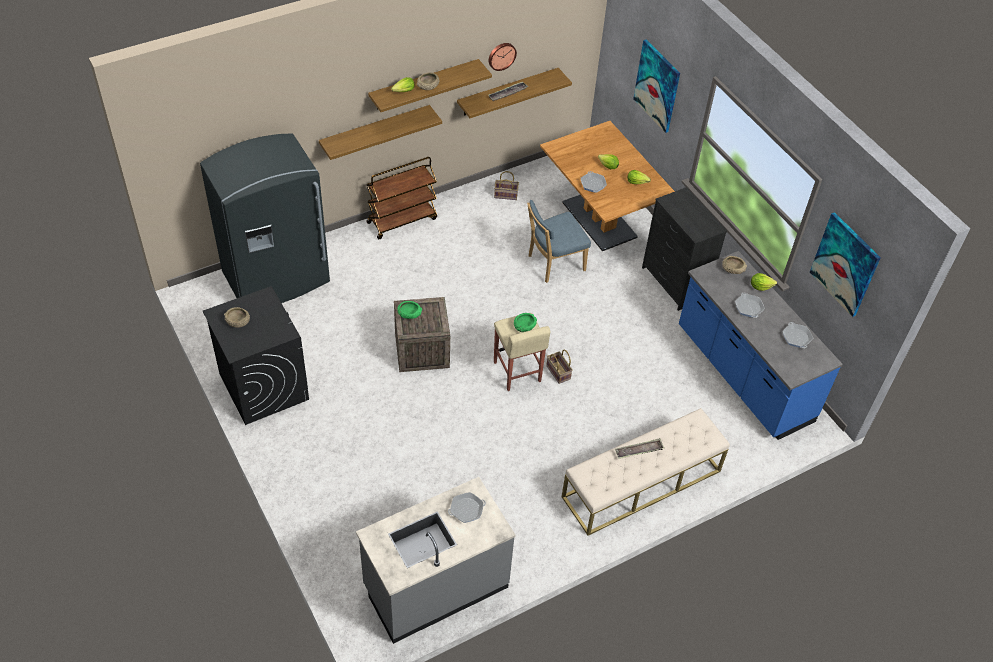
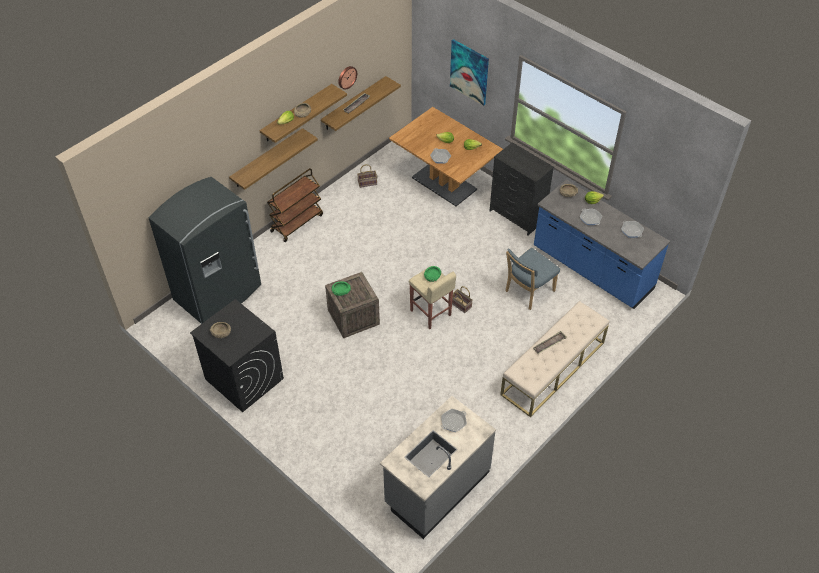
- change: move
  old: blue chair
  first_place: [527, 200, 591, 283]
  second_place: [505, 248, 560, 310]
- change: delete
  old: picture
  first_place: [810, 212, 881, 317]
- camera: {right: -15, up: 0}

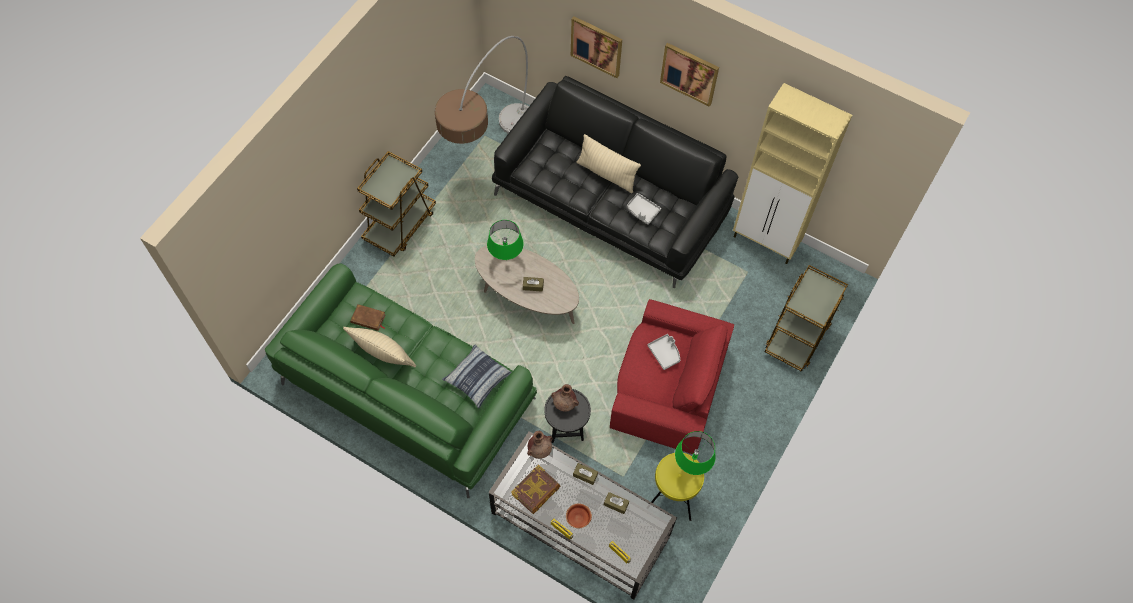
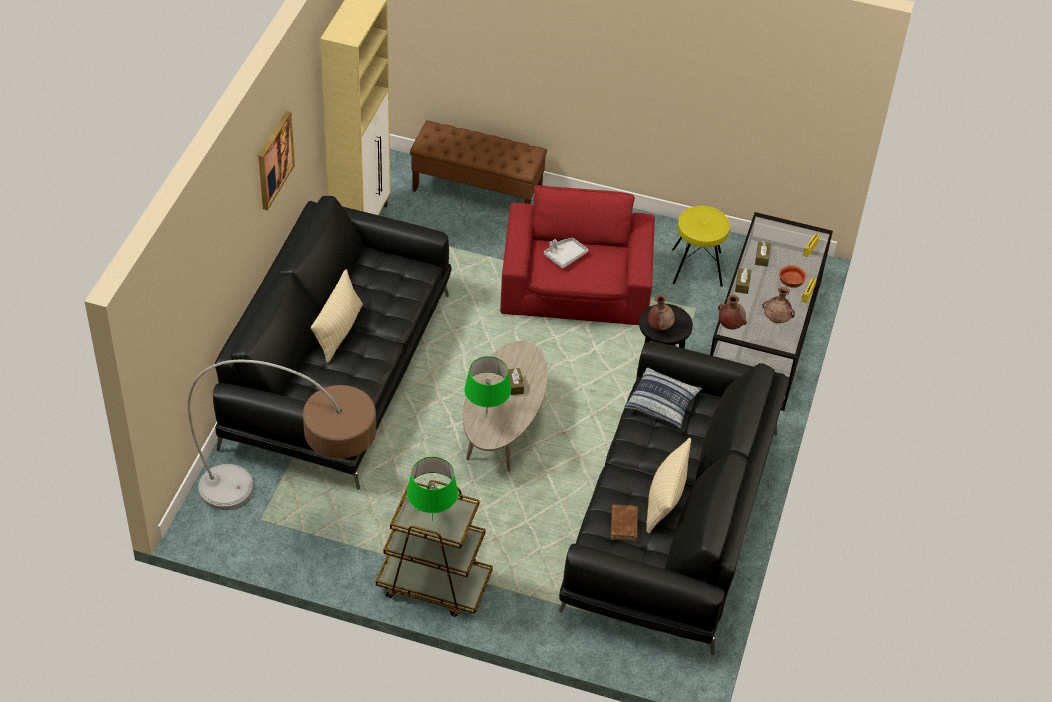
- change: delete
  old: picture
  first_place: [571, 16, 622, 78]
- change: delete
  old: grey tray
  first_place: [627, 193, 661, 225]
- change: recolor
  old: green sofa
  new: black sofa
  first_place: [265, 264, 537, 498]
  second_place: [559, 341, 790, 656]
- change: replace
  old: brown cart
  new: brown bench
  first_place: [765, 265, 848, 372]
  second_place: [410, 120, 547, 204]
- change: move
  old: green table lamp
  first_place: [675, 431, 716, 475]
  second_place: [407, 457, 458, 521]
- change: replace
  old: book
  new: brown vase
  first_place: [511, 465, 561, 514]
  second_place: [762, 287, 795, 323]
- camera: {right: -105, up: -15}

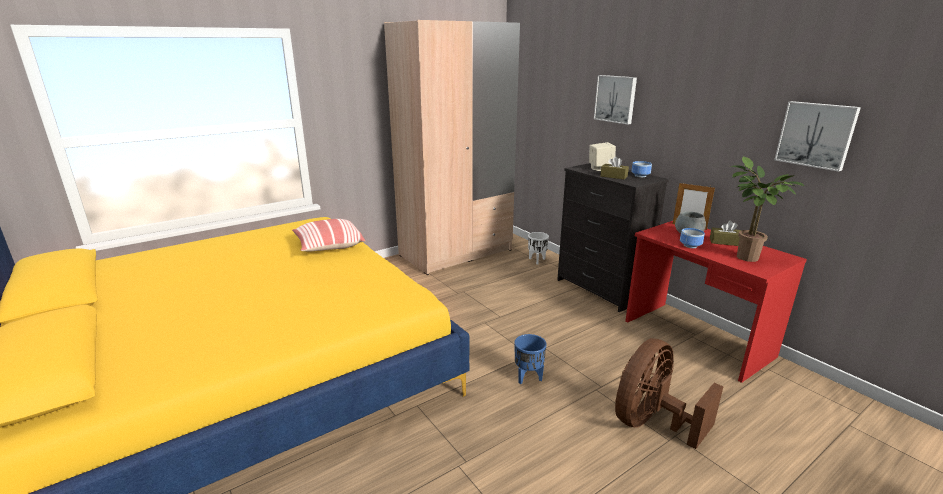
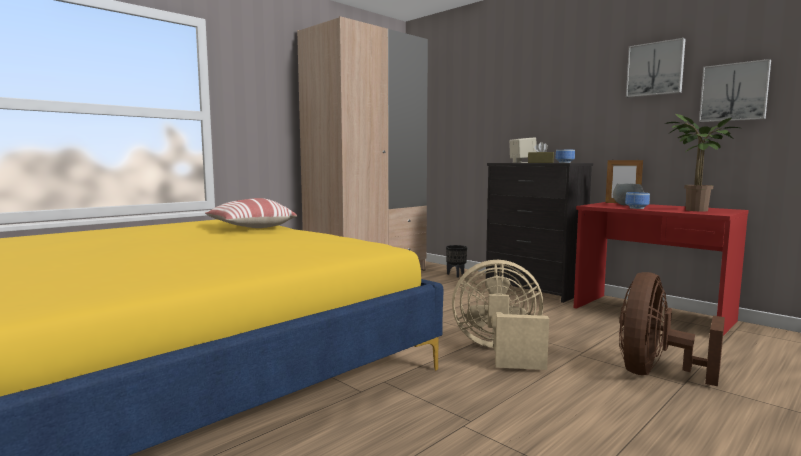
- change: move
  old: picture
  first_place: [594, 75, 637, 125]
  second_place: [626, 38, 686, 97]
- change: delete
  old: brown tissue box
  first_place: [710, 220, 741, 246]
- change: recolor
  old: white planter
  new: black planter
  first_place: [528, 232, 549, 264]
  second_place: [446, 245, 468, 277]
- change: replace
  old: blue planter
  new: beige fan
  first_place: [514, 334, 547, 384]
  second_place: [452, 260, 549, 370]
- camera: {right: -10, up: -15}

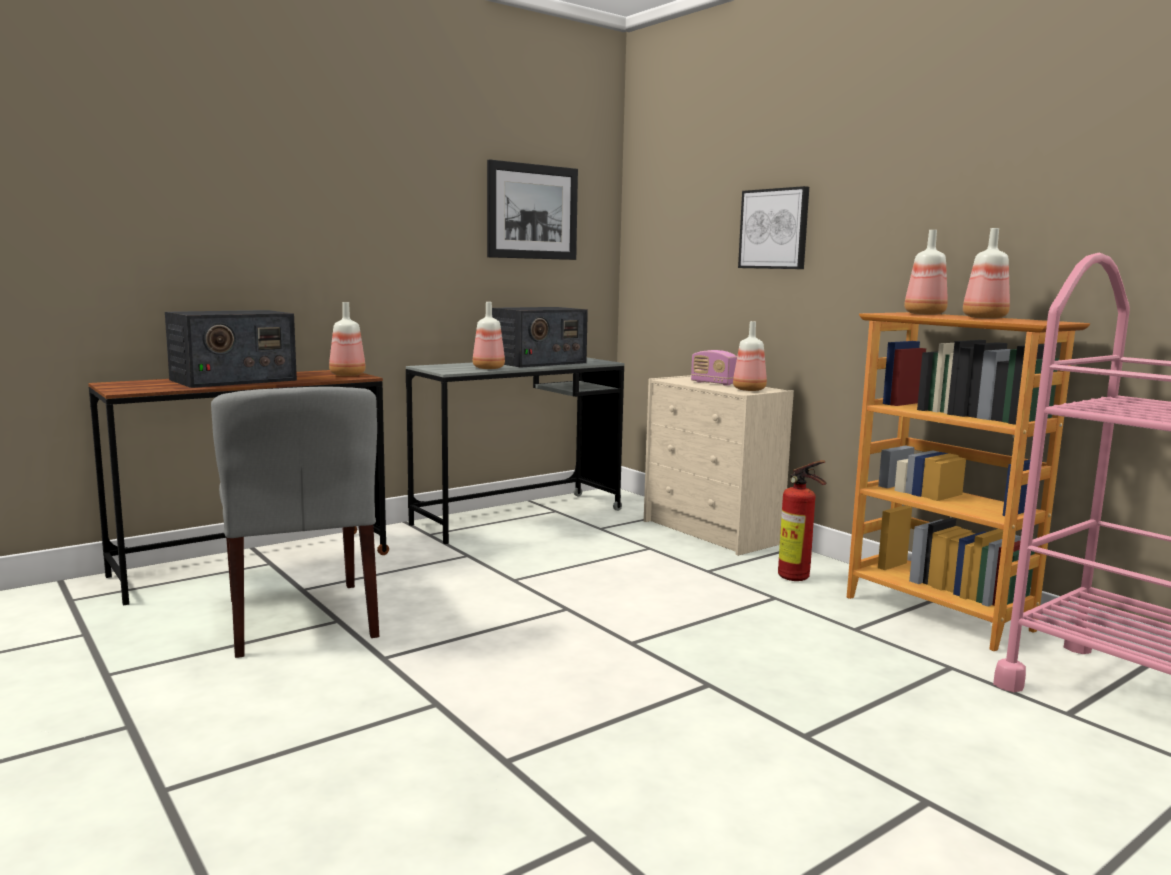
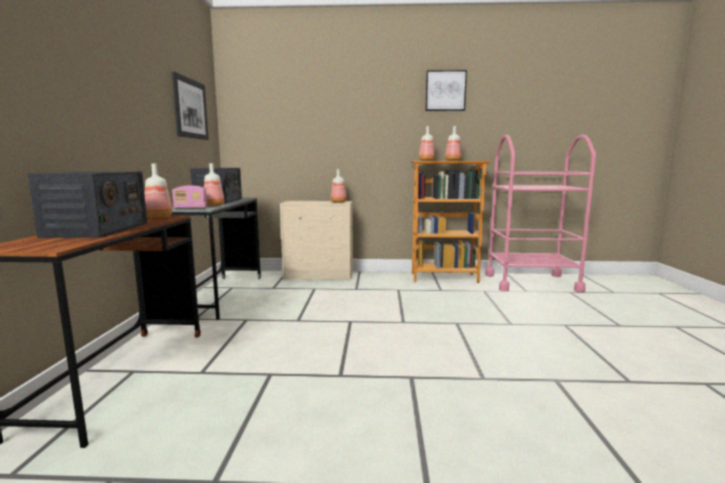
- change: move
  old: picture
  first_place: [738, 186, 809, 269]
  second_place: [425, 70, 467, 111]
- change: move
  old: radio
  first_place: [691, 350, 737, 386]
  second_place: [172, 185, 207, 209]
- change: delete
  old: grey chair
  first_place: [211, 387, 379, 658]
- change: delete
  old: fire extinguisher
  first_place: [778, 460, 826, 581]
- camera: {right: -50, up: 0}

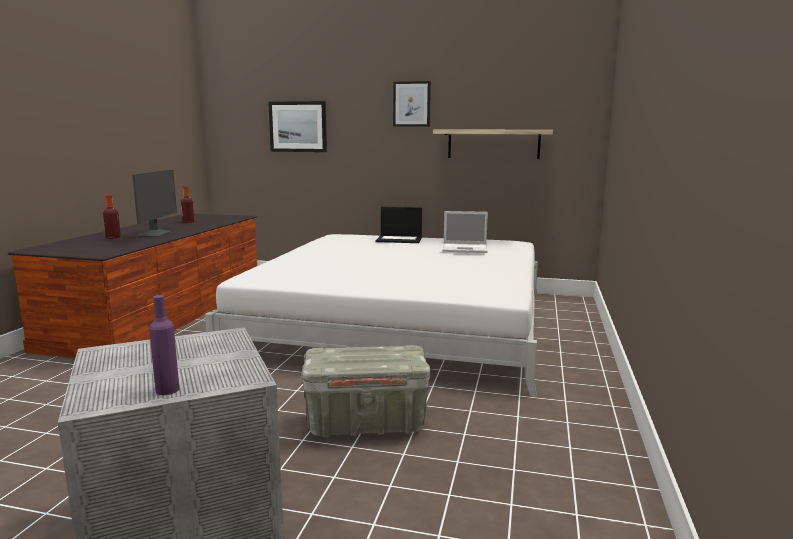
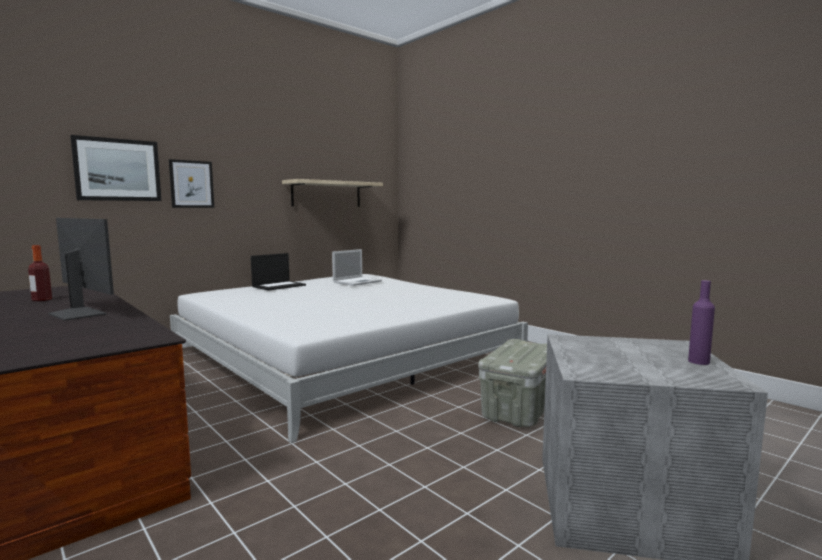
- change: move
  old: picture
  first_place: [393, 81, 431, 127]
  second_place: [169, 159, 214, 208]
- change: delete
  old: bottle
  first_place: [103, 195, 121, 238]
- camera: {right: -55, up: -5}

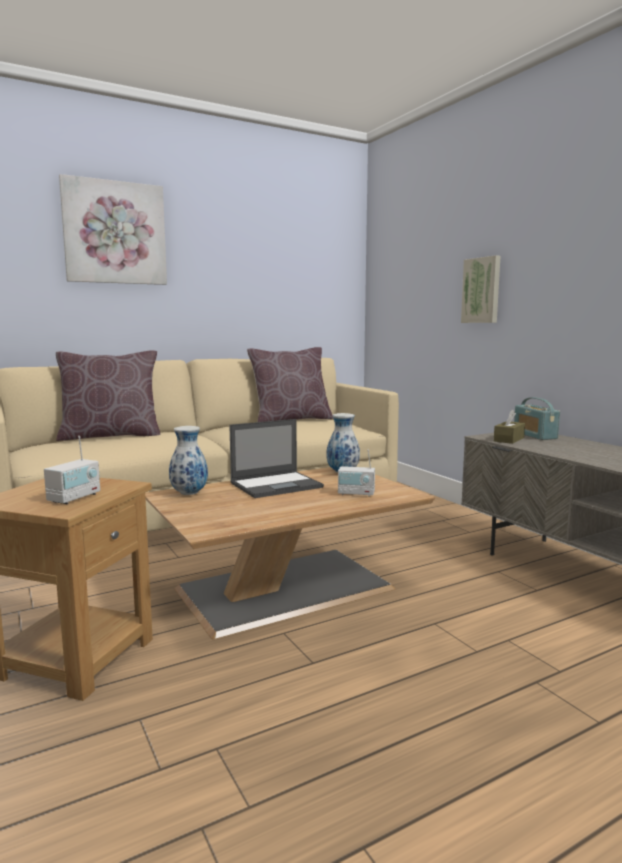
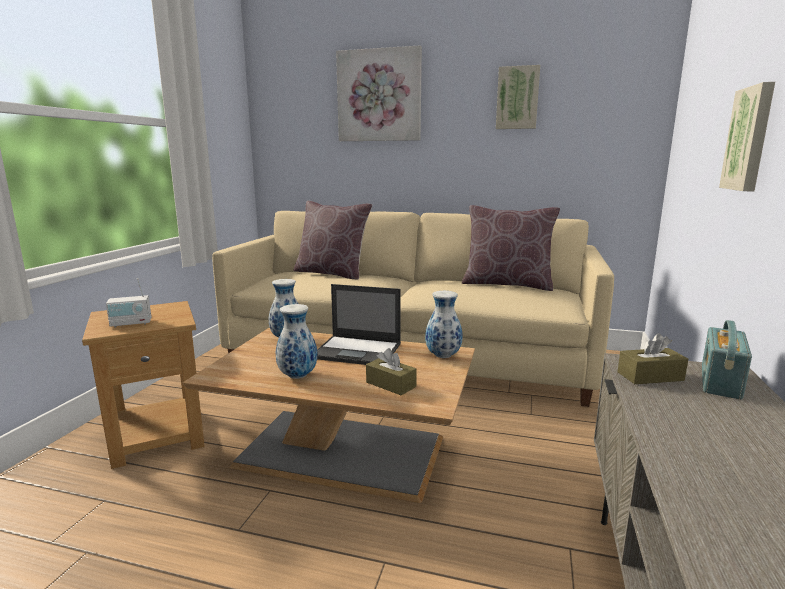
- change: replace
  old: radio
  new: brown tissue box
  first_place: [338, 450, 375, 497]
  second_place: [366, 348, 417, 395]
- change: insert
  new: picture
  second_place: [496, 65, 540, 129]
- change: insert
  new: vase
  second_place: [276, 304, 318, 379]
- camera: {right: 45, up: 5}

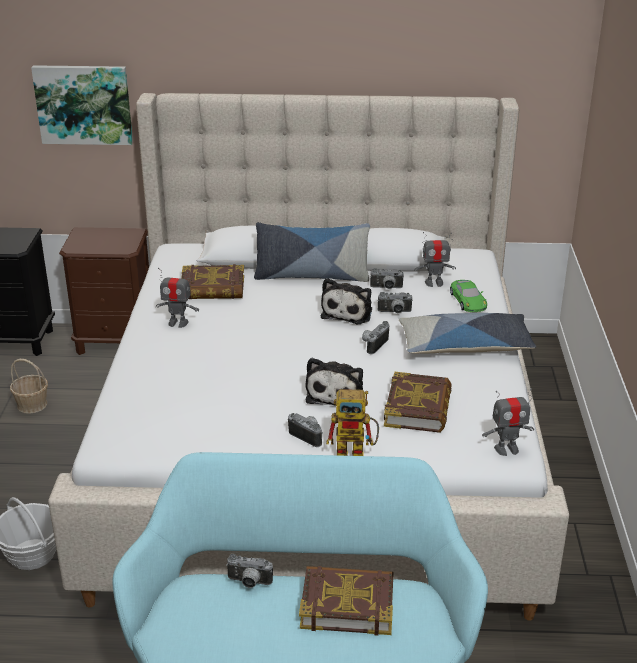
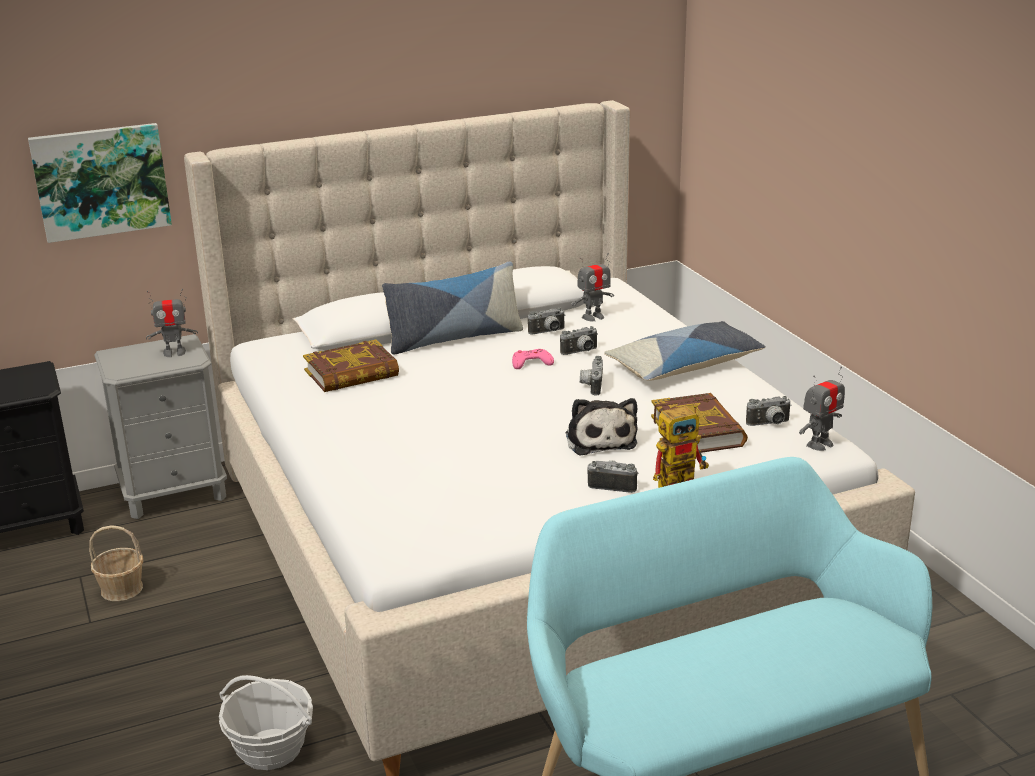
- change: recolor
  old: brown nightstand
  new: grey nightstand
  first_place: [59, 227, 149, 355]
  second_place: [94, 334, 227, 519]
- change: move
  old: toy robot
  first_place: [156, 268, 199, 328]
  second_place: [146, 289, 198, 357]
- change: replace
  old: plush toy
  new: pink game controller
  first_place: [321, 278, 372, 324]
  second_place: [512, 349, 554, 369]
- change: delete
  old: green toy car
  first_place: [450, 280, 487, 312]
- change: move
  old: photo camera
  first_place: [226, 554, 273, 588]
  second_place: [746, 396, 792, 426]
- change: delete
  old: book
  first_place: [299, 566, 394, 636]
- camera: {right: -25, up: -5}

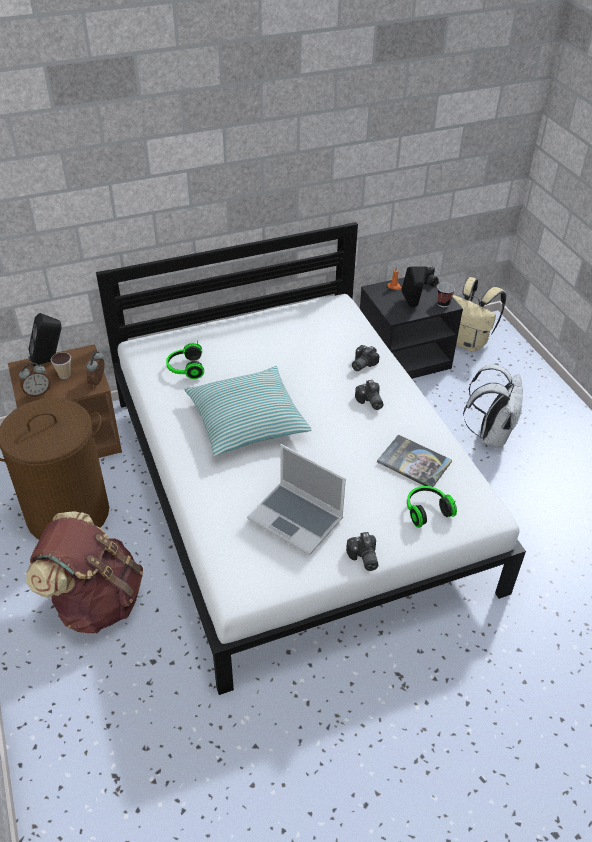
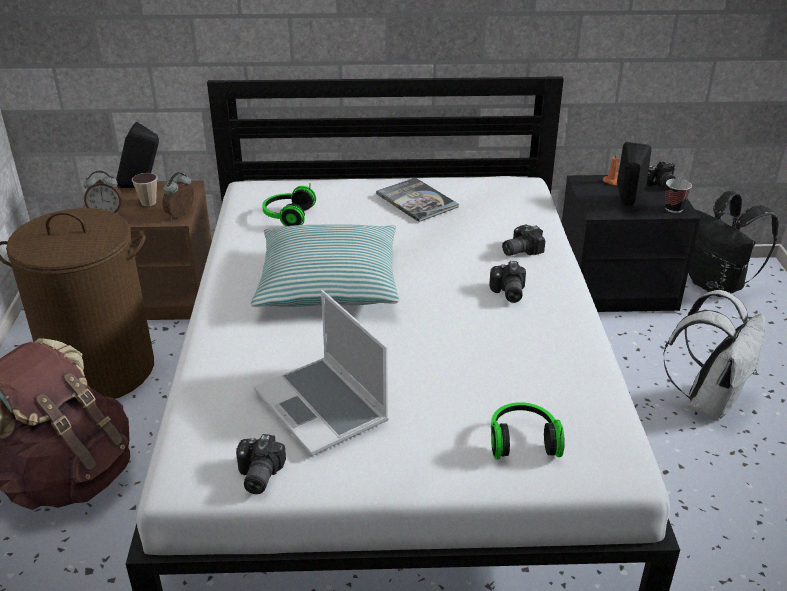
- change: recolor
  old: beige backpack
  new: black backpack
  first_place: [452, 277, 506, 352]
  second_place: [688, 191, 779, 297]
- change: move
  old: book
  first_place: [377, 434, 452, 487]
  second_place: [376, 177, 459, 222]
- change: move
  old: photo camera
  first_place: [346, 532, 378, 571]
  second_place: [236, 434, 286, 494]
- camera: {right: 20, up: -10}

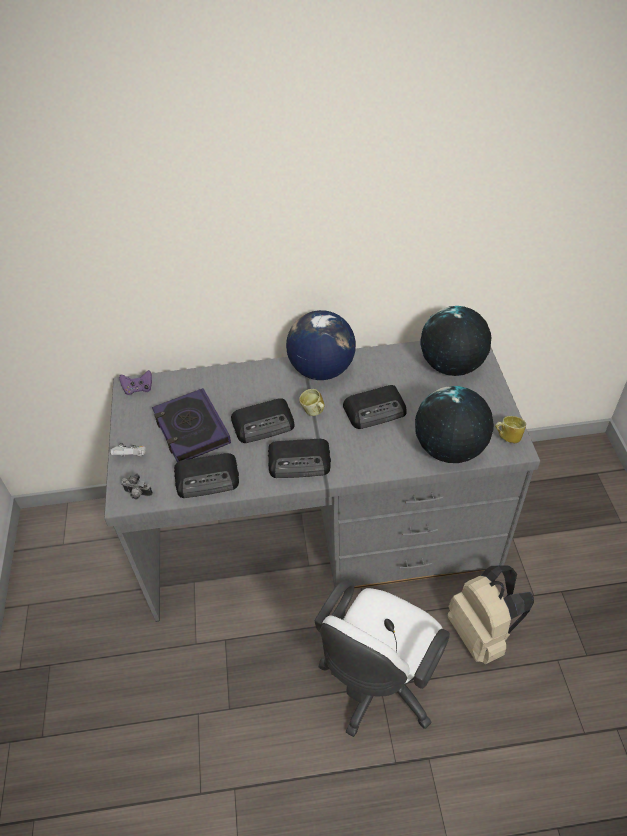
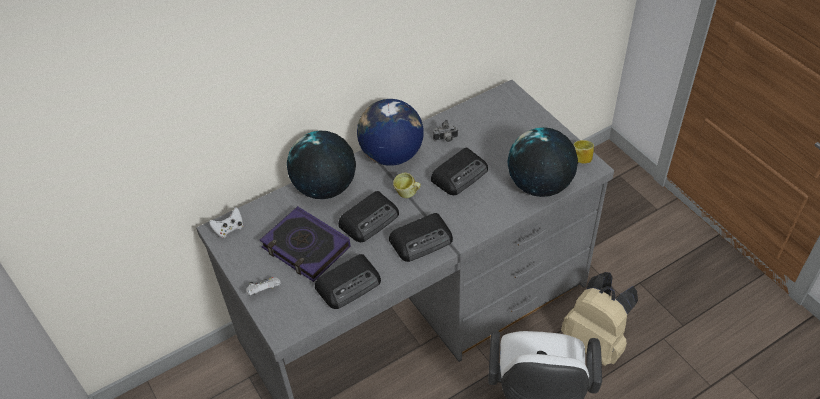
- change: move
  old: globe
  first_place: [420, 306, 491, 376]
  second_place: [287, 131, 356, 199]
- change: recolor
  old: purple game controller
  new: white game controller
  first_place: [119, 370, 152, 395]
  second_place: [209, 207, 243, 238]
- change: move
  old: photo camera
  first_place: [121, 473, 153, 499]
  second_place: [433, 120, 458, 142]
- camera: {right: -25, up: 0}

